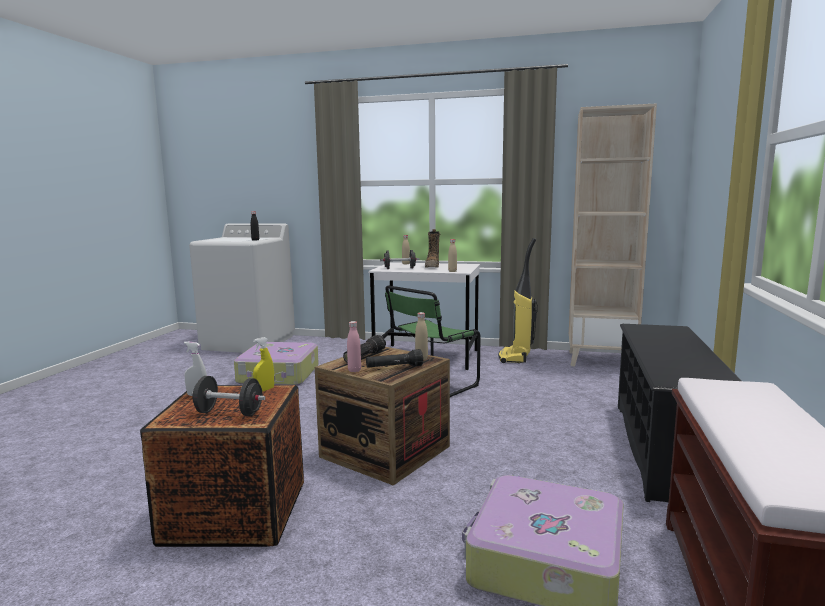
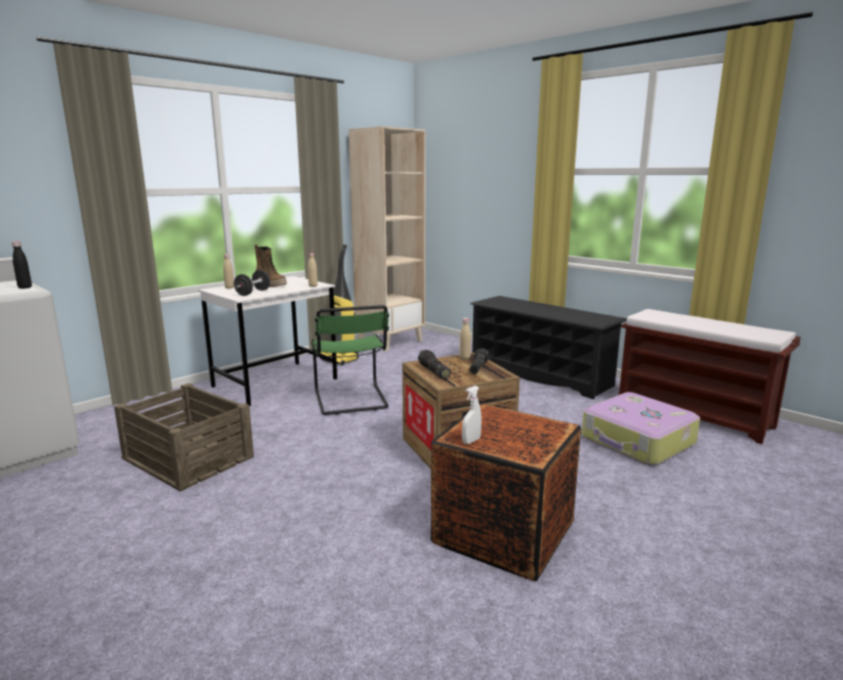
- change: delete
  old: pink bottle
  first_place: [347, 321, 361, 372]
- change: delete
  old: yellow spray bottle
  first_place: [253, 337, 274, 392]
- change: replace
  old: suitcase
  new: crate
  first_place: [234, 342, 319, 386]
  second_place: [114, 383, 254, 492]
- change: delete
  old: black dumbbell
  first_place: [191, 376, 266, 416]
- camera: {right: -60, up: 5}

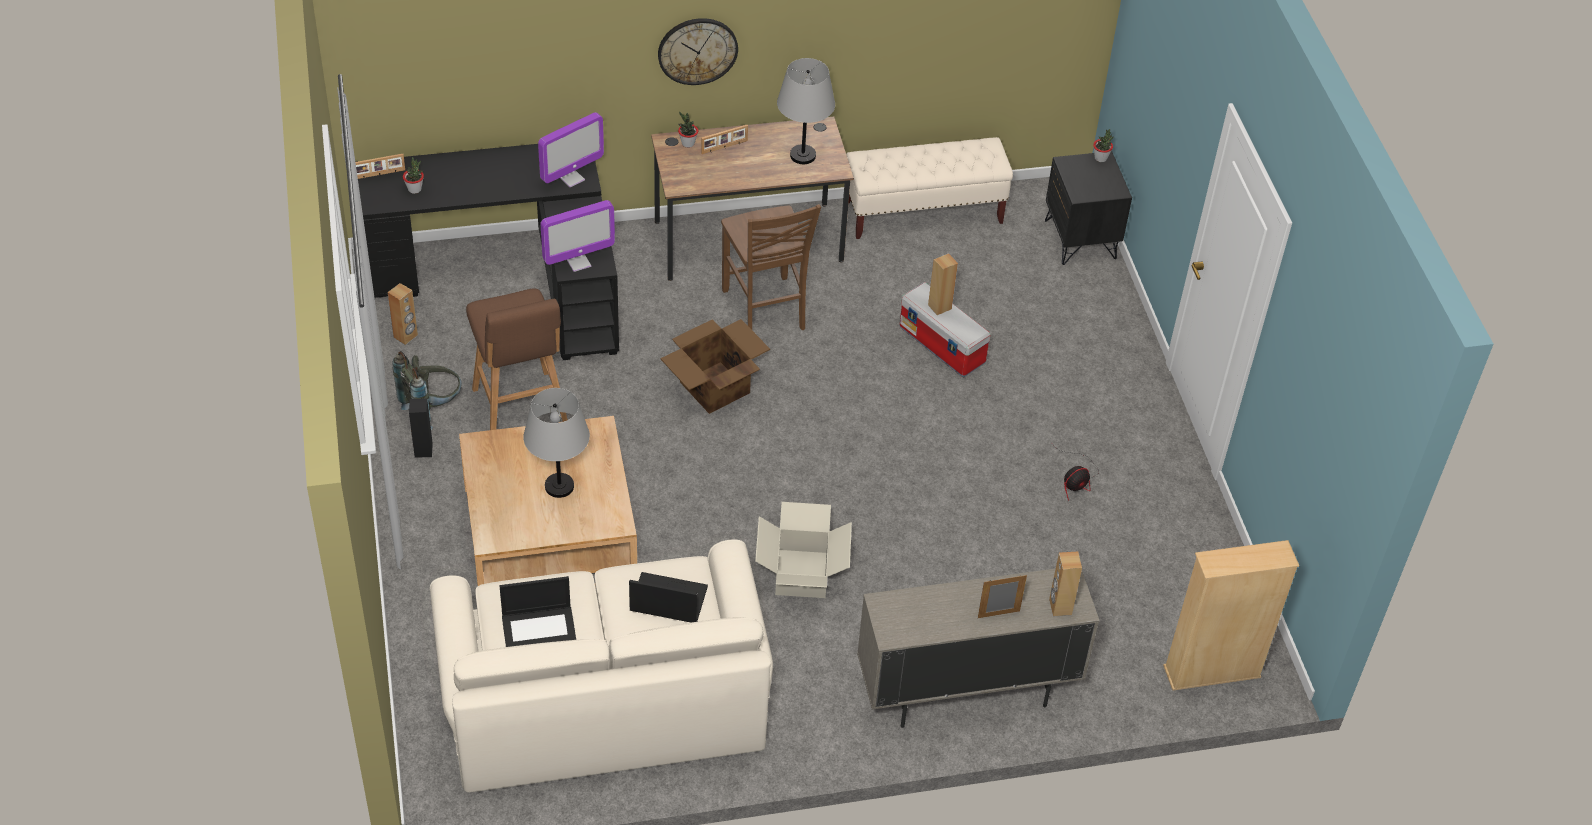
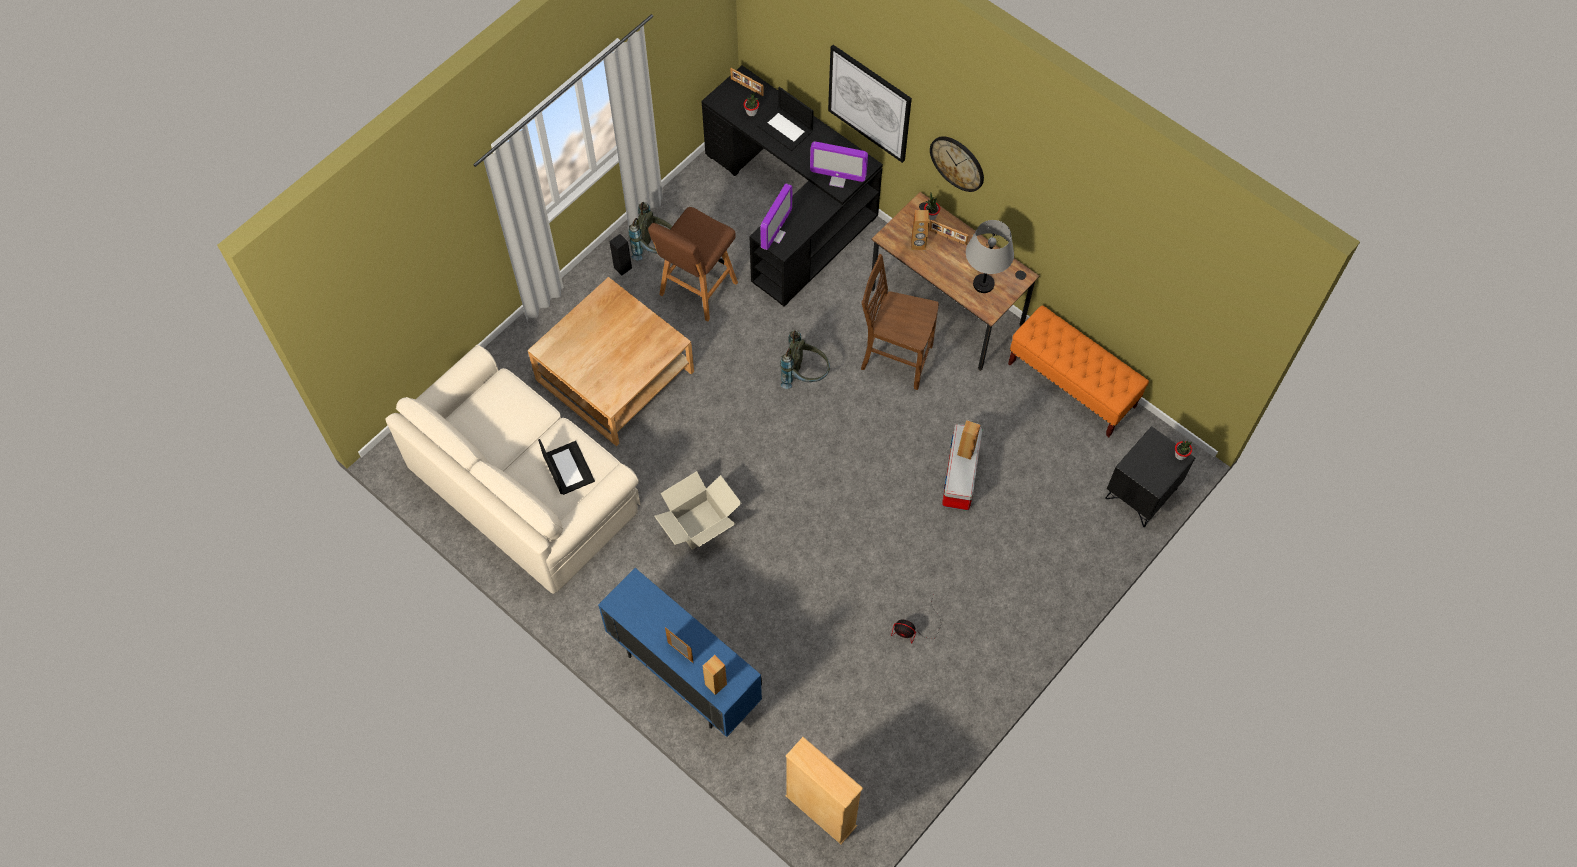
- change: recolor
  old: beige bench
  new: orange bench
  first_place: [846, 137, 1013, 239]
  second_place: [1008, 306, 1149, 437]
- change: rotate
  old: monitor
  first_place: [541, 200, 615, 272]
  second_place: [760, 183, 792, 250]
  degrees: -90
- change: rotate
  old: brown chair
  first_place: [721, 204, 821, 331]
  second_place: [861, 254, 939, 390]
  degrees: 75
- change: move
  old: brown speaker
  first_place: [388, 283, 418, 345]
  second_place: [911, 210, 930, 250]
- change: replace
  old: cardboard box
  new: grey backpack
  first_place: [660, 319, 770, 414]
  second_place: [780, 330, 830, 389]
- change: delete
  old: grey table lamp
  first_place: [523, 388, 590, 498]
- change: recolor
  old: beige cabinet
  new: blue cabinet
  first_place: [857, 569, 1100, 728]
  second_place: [598, 568, 762, 737]
- change: move
  old: laptop
  first_place: [500, 576, 576, 647]
  second_place: [758, 87, 813, 151]
- change: insert
  new: picture
  second_place: [828, 45, 912, 163]
- camera: {right: 55, up: 15}

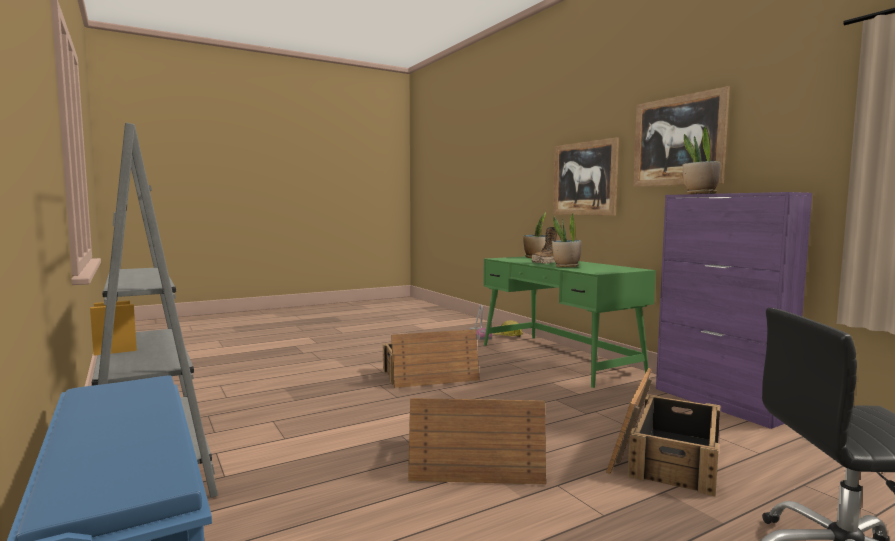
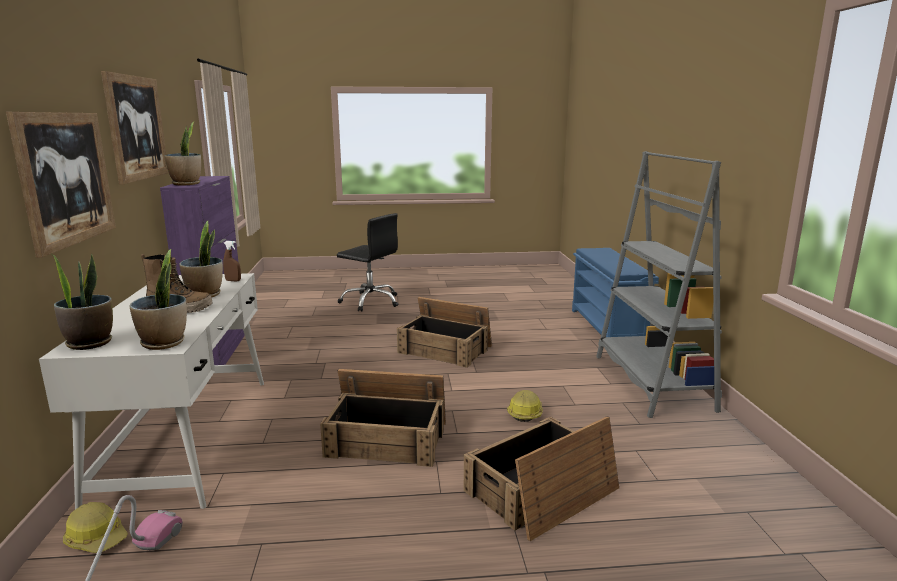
- change: recolor
  old: green desk
  new: white desk
  first_place: [483, 256, 656, 388]
  second_place: [39, 273, 264, 509]
- change: move
  old: crate
  first_place: [606, 368, 720, 497]
  second_place: [464, 416, 619, 541]
- change: insert
  new: brown spray bottle
  second_place: [223, 241, 241, 281]
- change: insert
  new: potted plant
  second_place: [129, 249, 187, 350]
- change: insert
  new: hard hat
  second_place: [507, 390, 543, 422]
- camera: {right: -155, up: 10}

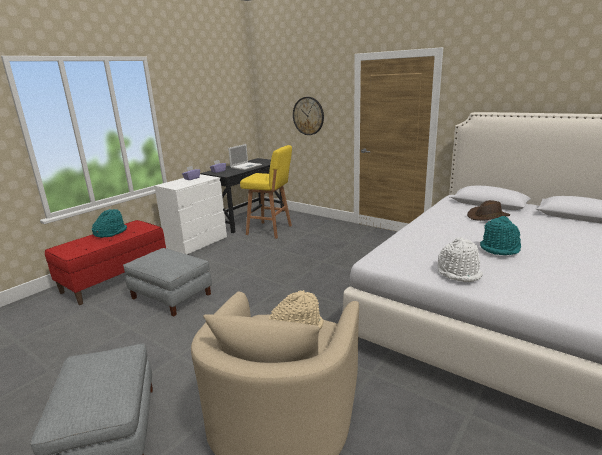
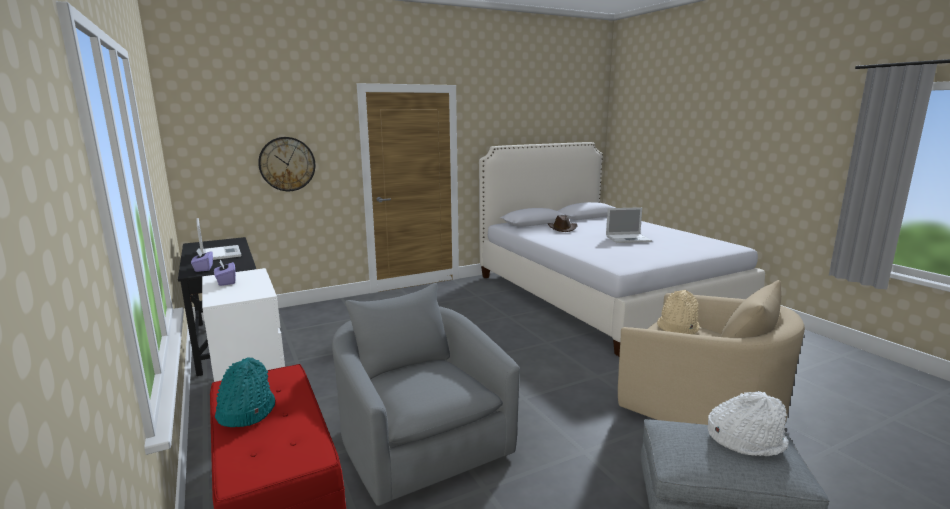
- change: delete
  old: yellow stool
  first_place: [240, 145, 292, 239]
- change: replace
  old: turquoise hat
  new: laptop
  first_place: [480, 216, 521, 255]
  second_place: [606, 207, 652, 243]
- change: move
  old: white hat
  first_place: [438, 237, 483, 282]
  second_place: [708, 391, 789, 456]
- change: replace
  old: grey ottoman
  new: grey armchair
  first_place: [123, 248, 212, 316]
  second_place: [332, 283, 520, 506]
- camera: {right: -65, up: -5}

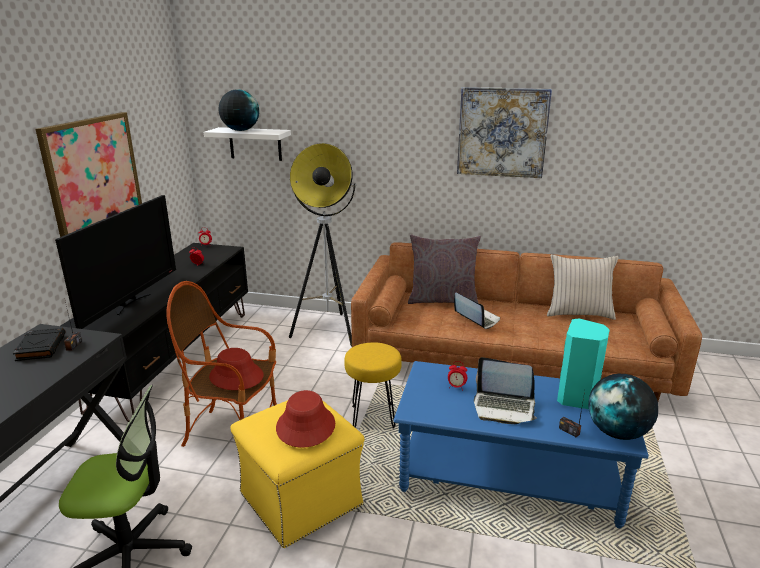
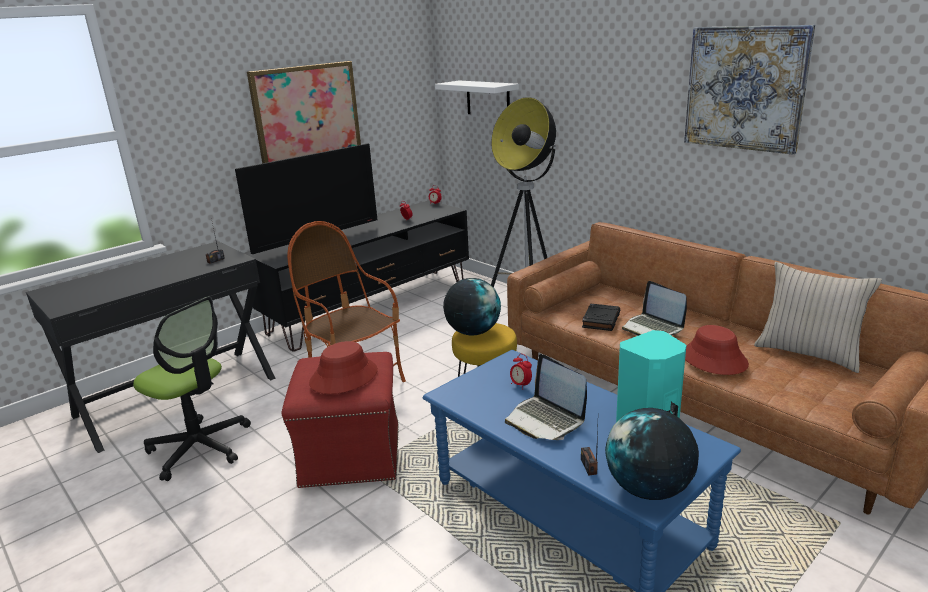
- change: move
  old: globe
  first_place: [219, 89, 259, 131]
  second_place: [443, 278, 501, 335]
- change: delete
  old: grey pillow
  first_place: [408, 235, 481, 304]
- change: rotate
  old: laptop
  first_place: [454, 293, 500, 329]
  second_place: [622, 281, 687, 336]
  degrees: 150
- change: move
  old: black book
  first_place: [13, 328, 65, 361]
  second_place: [582, 304, 620, 331]
- change: move
  old: red hat
  first_place: [209, 348, 264, 390]
  second_place: [685, 325, 749, 375]
- change: recolor
  old: yellow ottoman
  new: red ottoman
  first_place: [230, 400, 364, 548]
  second_place: [281, 352, 399, 488]
- camera: {right: 35, up: 0}

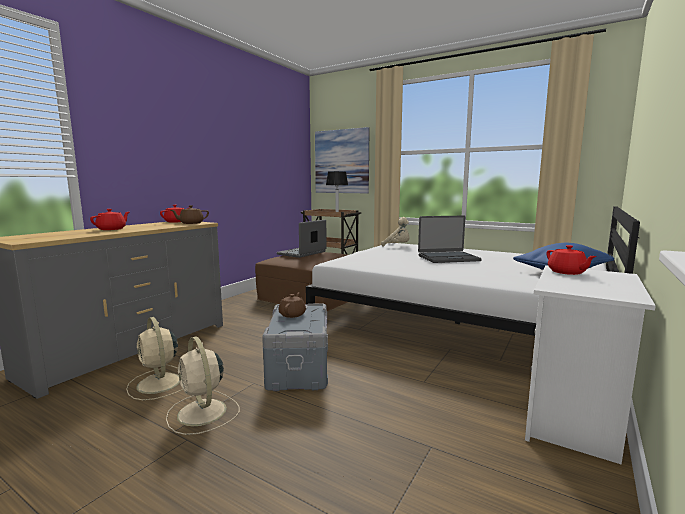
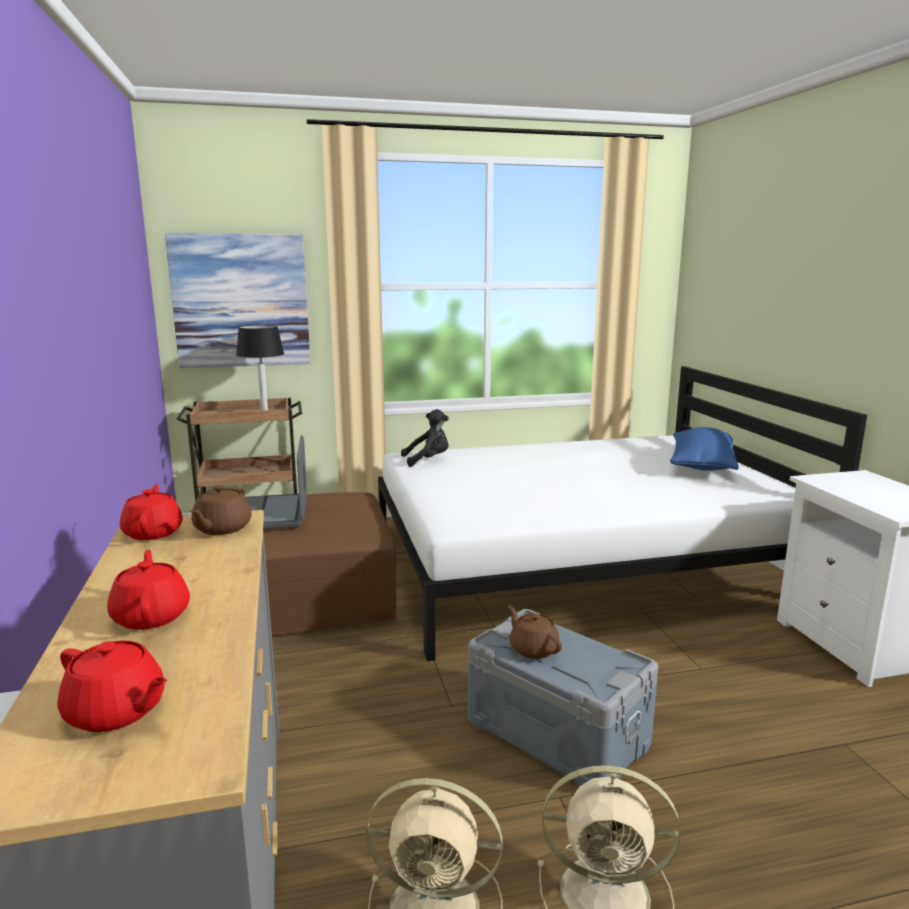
- change: delete
  old: laptop
  first_place: [418, 216, 482, 263]
- change: recolor
  old: beige plush toy
  new: black plush toy
  first_place: [381, 217, 409, 247]
  second_place: [401, 409, 449, 467]
- change: move
  old: red teapot
  first_place: [546, 245, 597, 275]
  second_place: [57, 640, 167, 732]
- camera: {right: -45, up: 5}

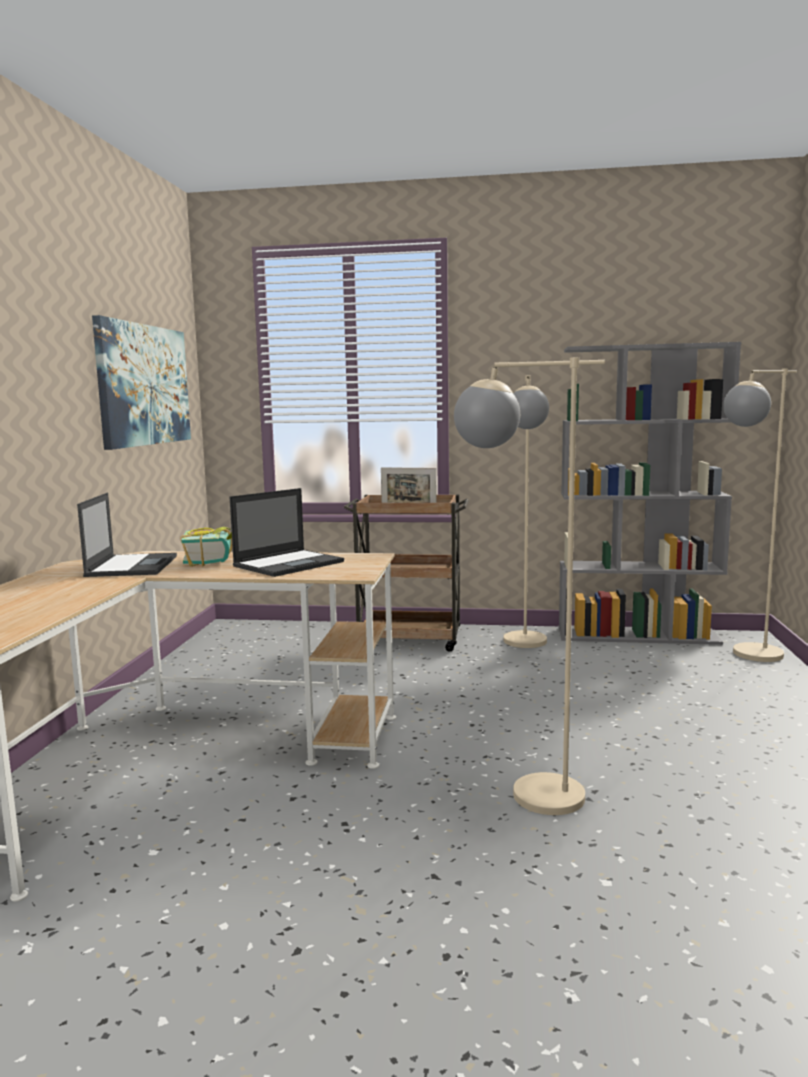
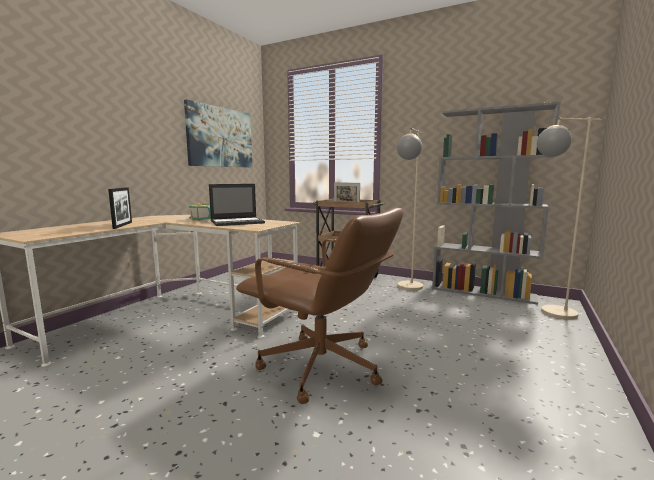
- change: replace
  old: beige floor lamp
  new: brown office chair
  first_place: [454, 357, 605, 815]
  second_place: [236, 208, 403, 404]
- change: delete
  old: laptop
  first_place: [77, 493, 177, 577]
- change: insert
  new: picture frame
  second_place: [108, 187, 132, 229]
- camera: {right: 20, up: 0}

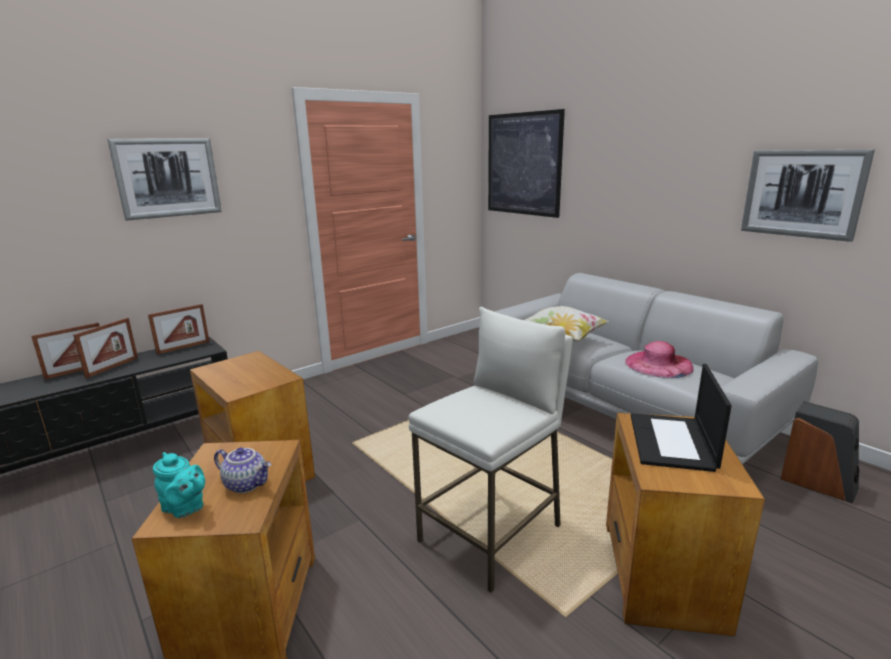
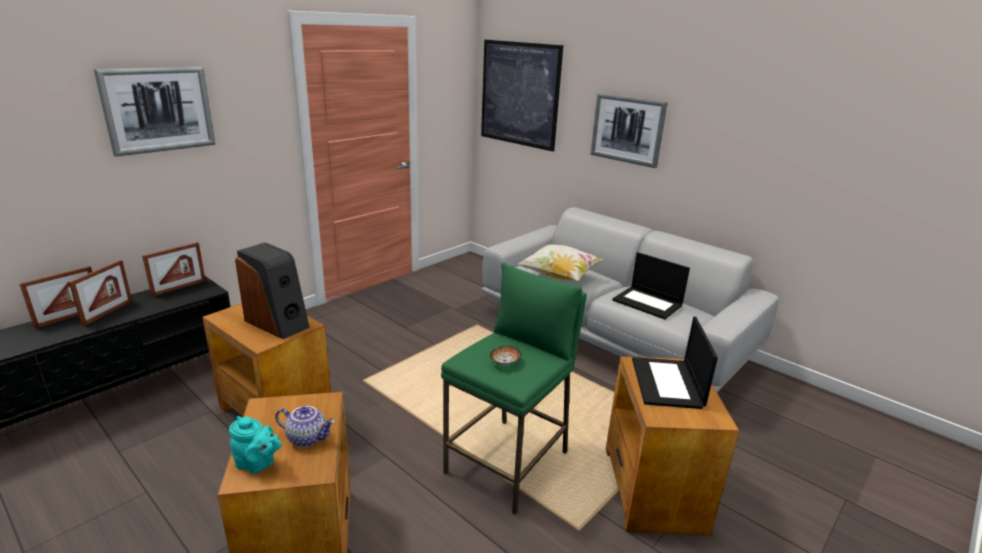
- change: move
  old: picture
  first_place: [741, 149, 875, 242]
  second_place: [590, 93, 668, 168]
- change: recolor
  old: white stool
  new: green stool
  first_place: [409, 307, 573, 593]
  second_place: [441, 262, 587, 515]
- change: replace
  old: pink hat
  new: laptop
  first_place: [625, 341, 694, 378]
  second_place: [612, 252, 690, 319]
- change: move
  old: speaker
  first_place: [780, 401, 859, 504]
  second_place: [235, 242, 310, 339]
- change: insert
  new: bowl
  second_place: [490, 346, 521, 365]
- camera: {right: -10, up: 5}

